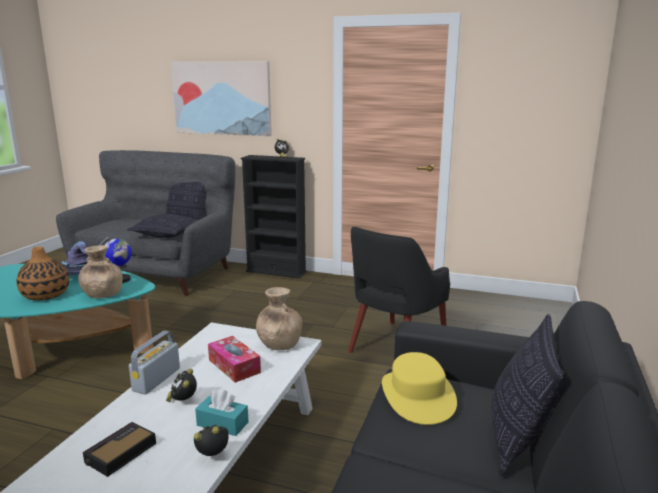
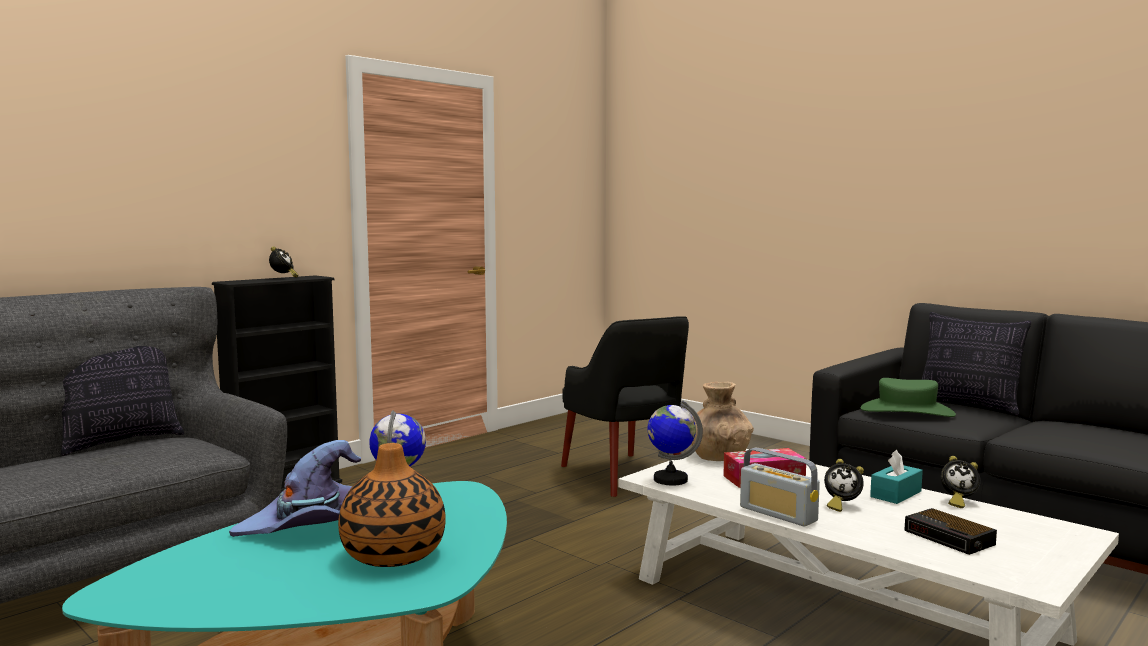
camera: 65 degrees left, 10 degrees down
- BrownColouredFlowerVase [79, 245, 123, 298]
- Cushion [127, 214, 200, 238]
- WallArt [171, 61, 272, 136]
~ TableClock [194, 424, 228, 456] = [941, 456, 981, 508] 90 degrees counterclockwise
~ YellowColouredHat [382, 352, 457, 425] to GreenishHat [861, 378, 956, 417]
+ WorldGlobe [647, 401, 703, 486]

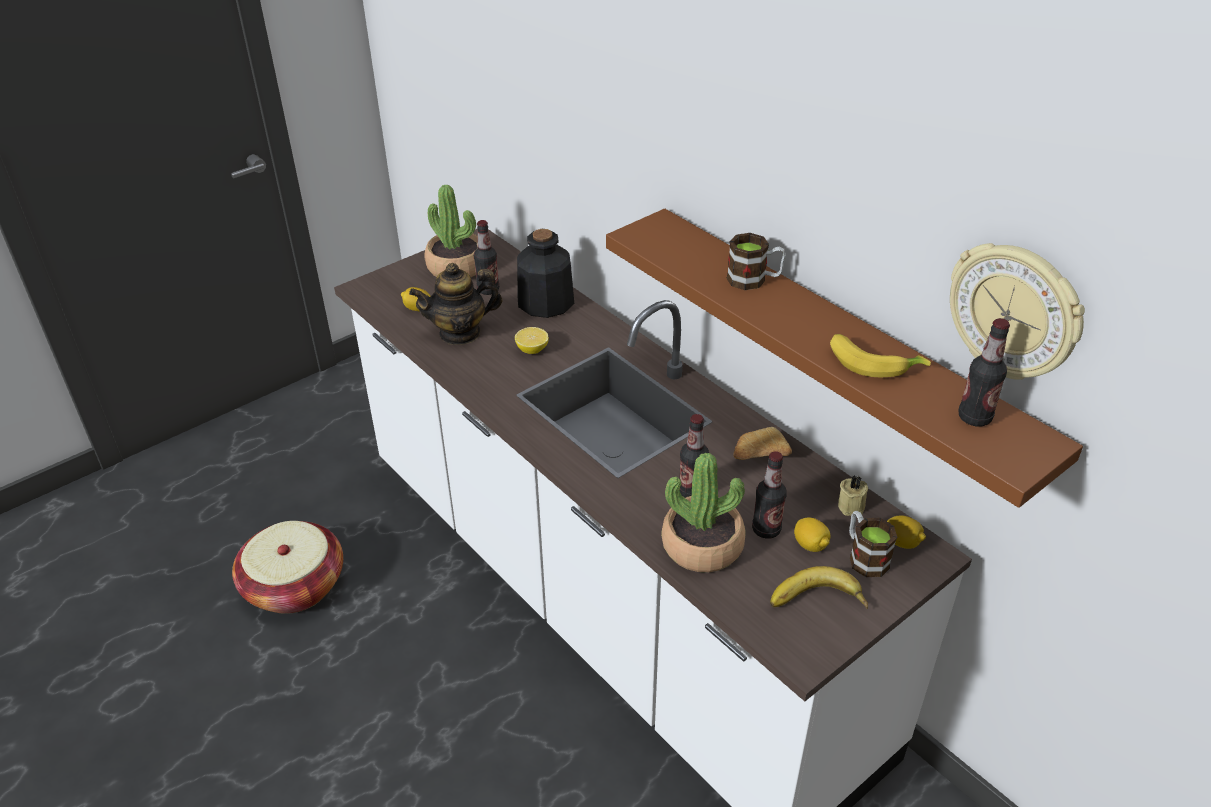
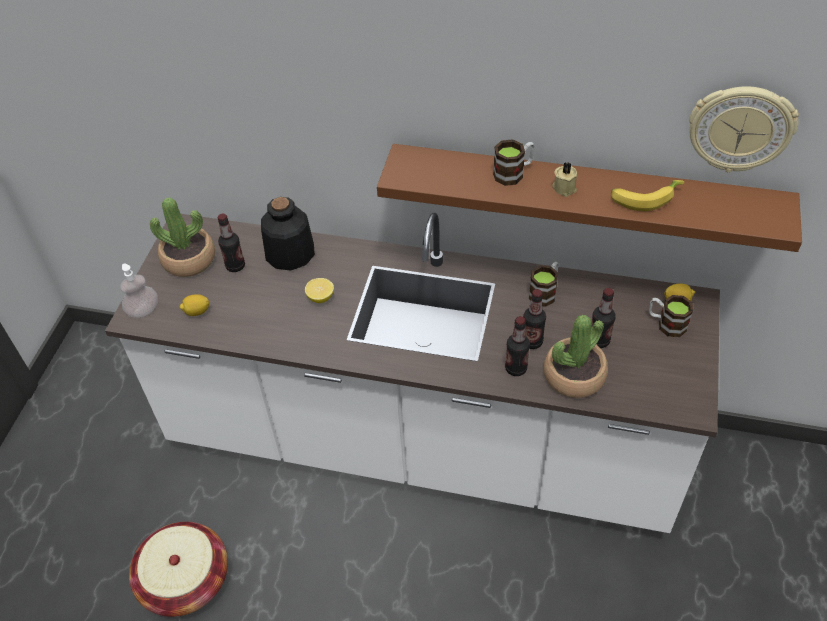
camera: 35 degrees left, 10 degrees up
- TeaPot [409, 263, 502, 345]
~ BakedBread [733, 427, 792, 460] to TeaMug [529, 262, 559, 307]
- Banana [770, 566, 868, 608]
- CitrusFruit [794, 517, 830, 552]
~ BeigeColouredWaxCandle [838, 475, 868, 516] to [552, 162, 577, 197]
~ Bottle [958, 318, 1010, 426] to [505, 316, 530, 376]
+ LiquidSoapBottle [120, 263, 158, 318]

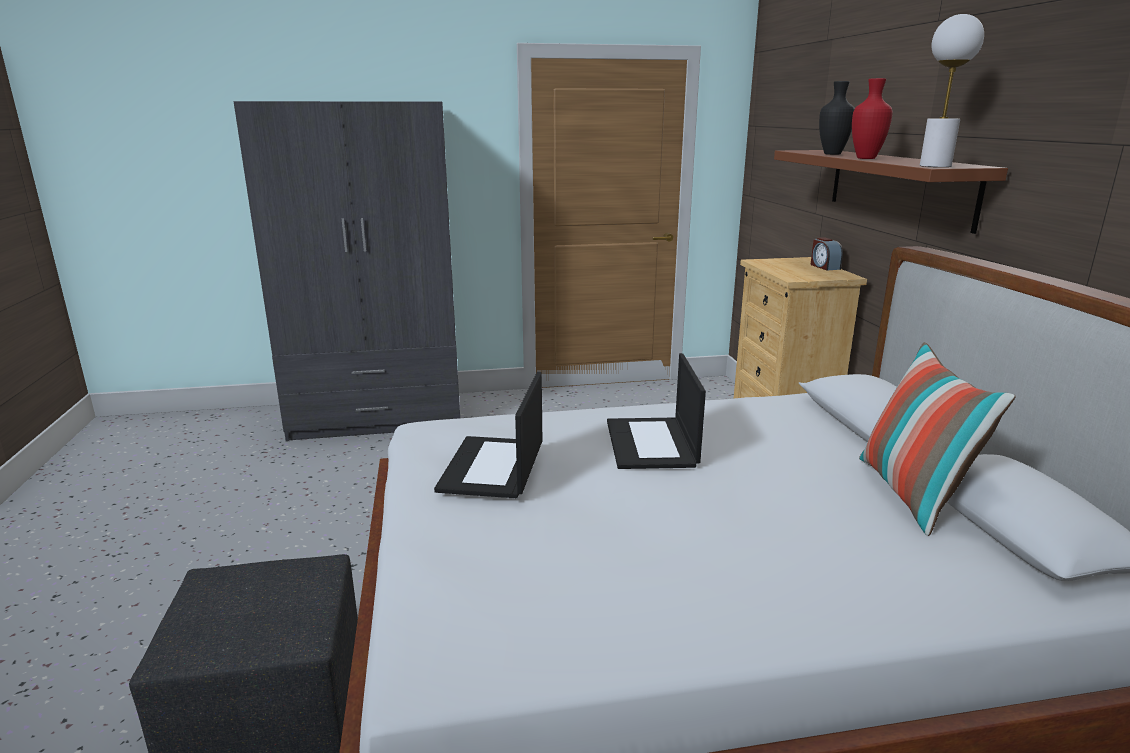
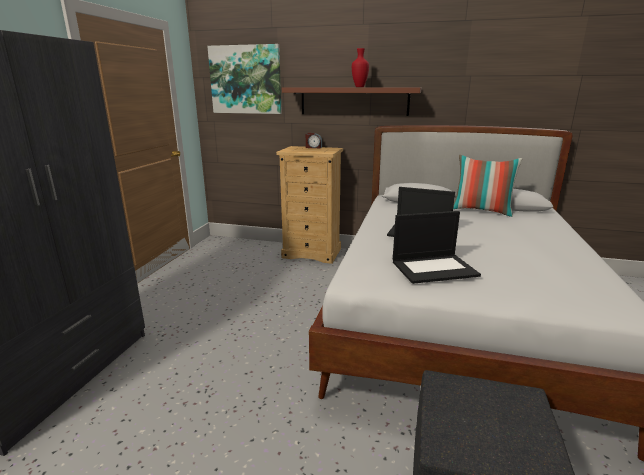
camera: 65 degrees left, 0 degrees up
~ PortableComputer [434, 372, 542, 498] = [393, 211, 481, 284] 45 degrees counterclockwise
- BlackColouredFlowerVase [819, 81, 855, 155]
- WhiteLampForATable [920, 14, 984, 167]
+ WallArt [207, 44, 282, 114]

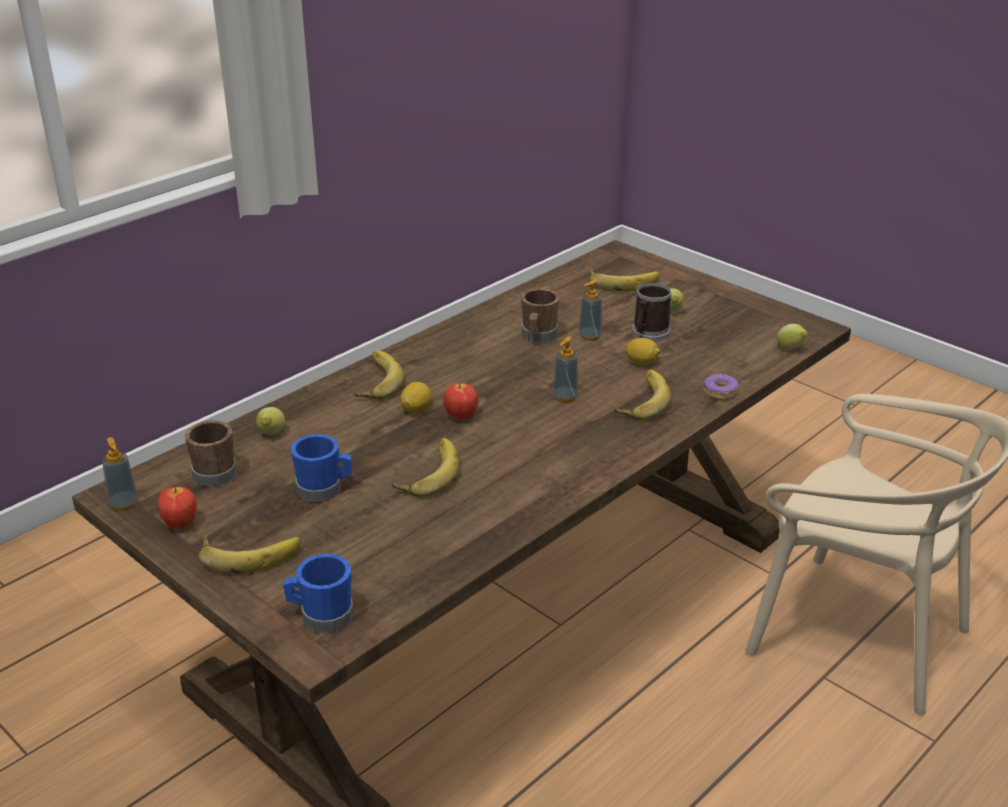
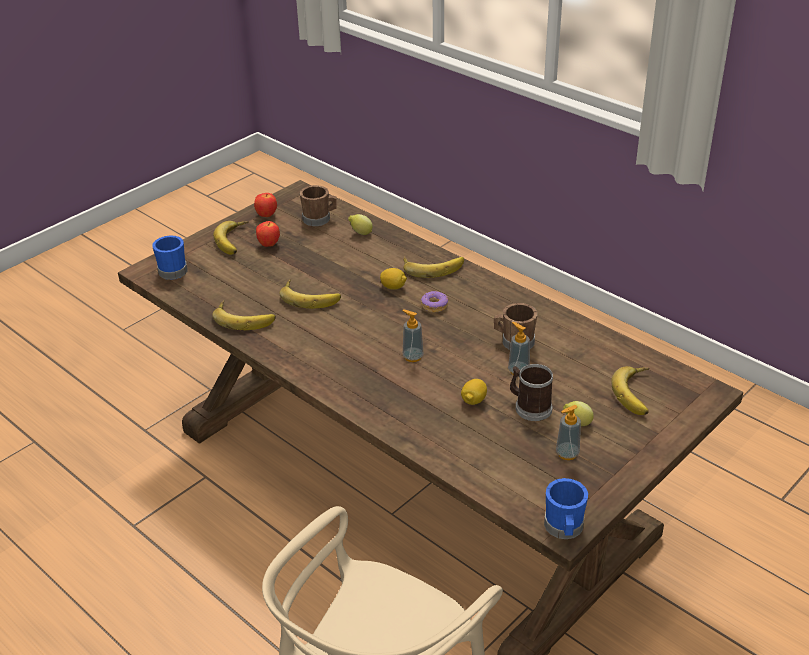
camera: 90 degrees right, 5 degrees up
~ LiquidSoapBottle [102, 437, 138, 511] to [556, 405, 581, 460]
~ BluishTeaMug [291, 434, 352, 502] to [544, 478, 588, 539]
~ AppleFruit [443, 382, 478, 420] to [256, 221, 280, 247]
~ Banana [615, 370, 671, 421] to [212, 300, 276, 330]
~ Doughnut [703, 373, 739, 400] to [421, 291, 448, 313]
- CitrusFruit [777, 324, 807, 350]

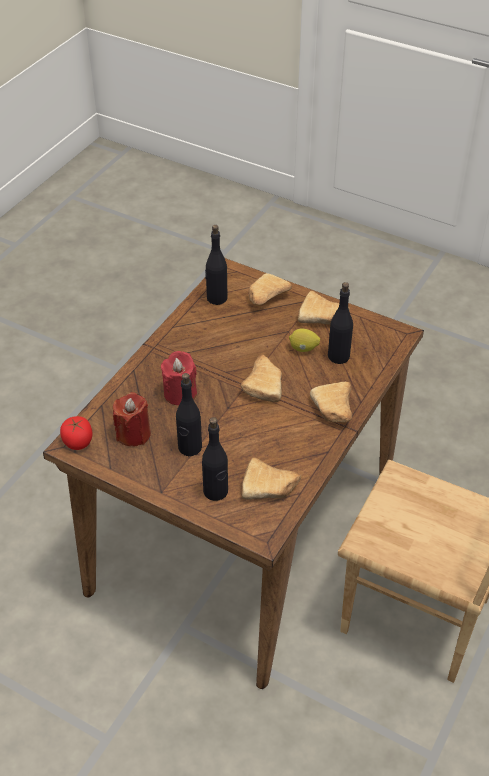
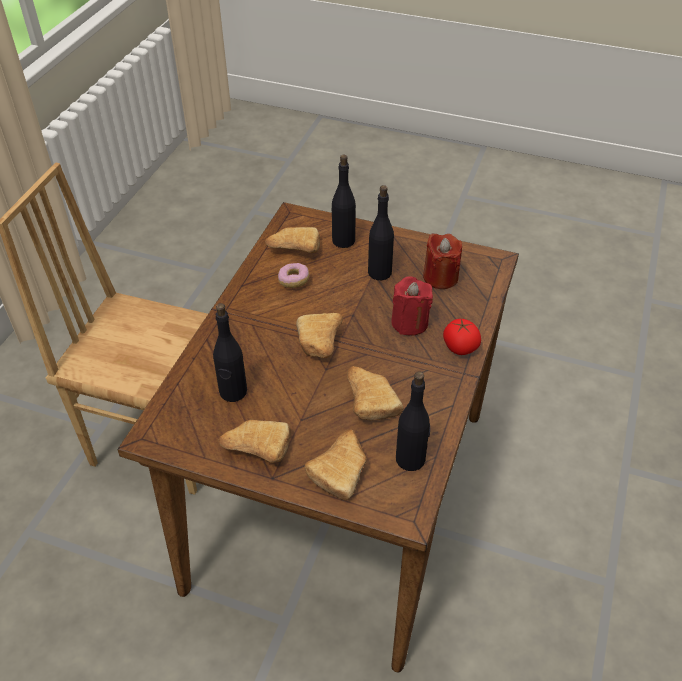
camera: 170 degrees right, 0 degrees up
~ WholeTomato [60, 416, 92, 450] to [443, 319, 481, 355]
- CitrusFruit [289, 329, 320, 352]
~ BakedBread [310, 382, 352, 423] to [347, 366, 403, 420]
+ Doughnut [278, 263, 309, 288]

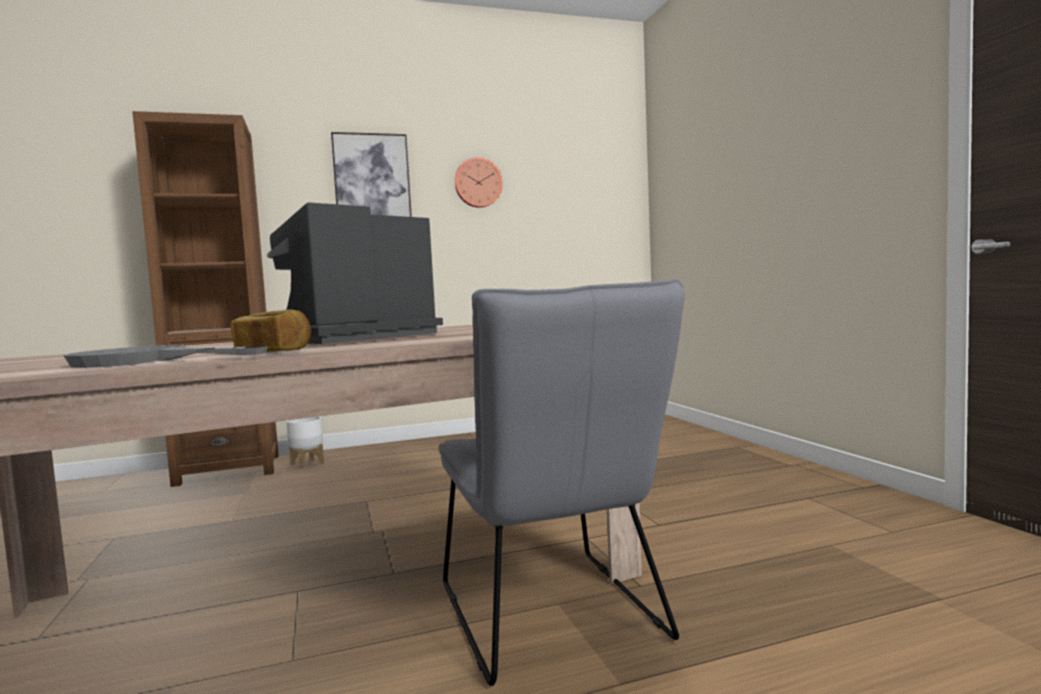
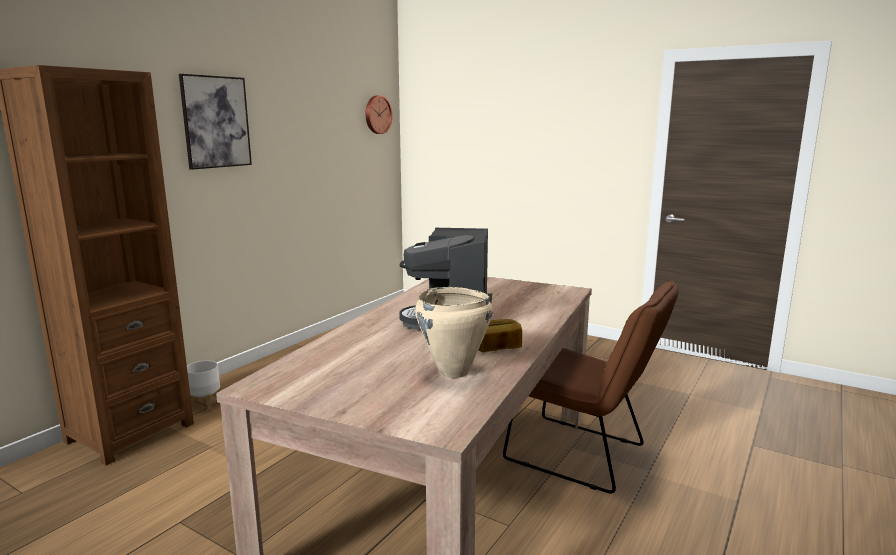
camera: 40 degrees left, 10 degrees up
~ GreyPan [63, 345, 268, 368] to BeigeColouredCookingPot [415, 287, 493, 378]
~ GreyChair [439, 279, 685, 686] to BrownColouredChair [503, 280, 679, 494]
~ WallClock [454, 157, 503, 208] to [365, 95, 392, 134]

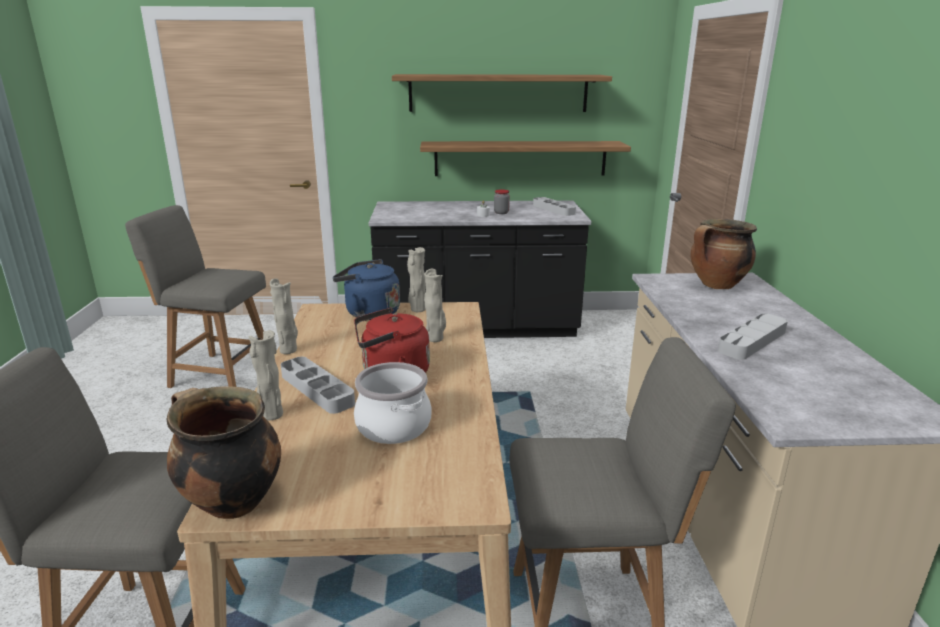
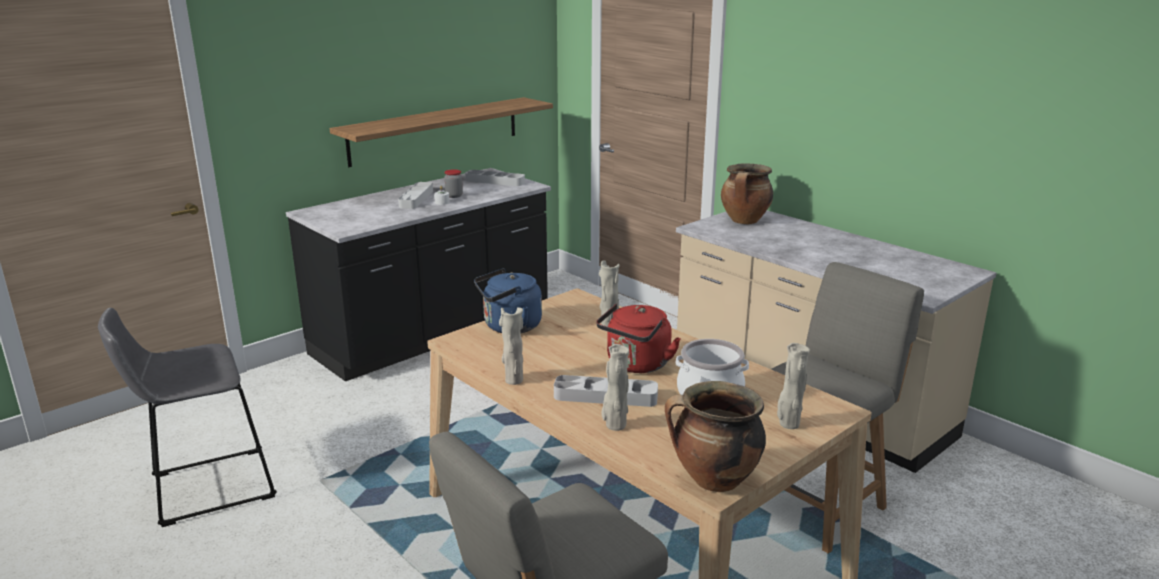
camera: 40 degrees left, 0 degrees up
~ GreyChair [125, 205, 266, 388] to GreyStool [98, 308, 277, 527]
- BracketShelf [392, 74, 612, 112]
~ BeigeColouredFlowerVase [407, 247, 425, 312] to [777, 343, 810, 429]
~ GreyCarryingTray [718, 313, 788, 360] to [398, 182, 433, 209]

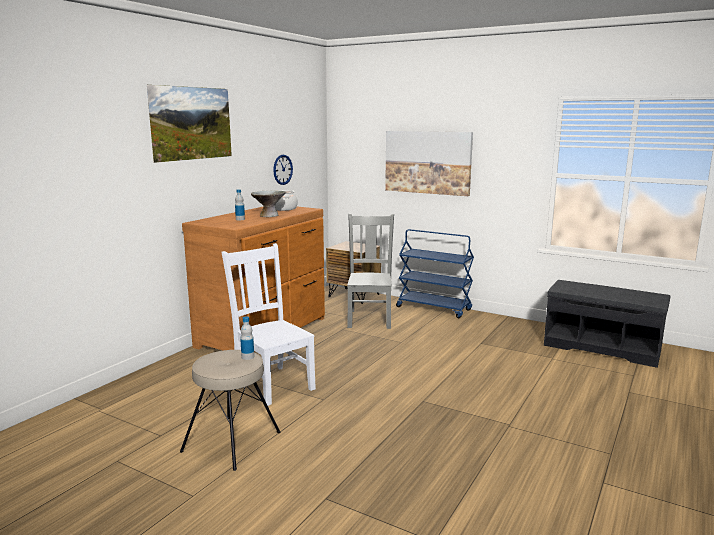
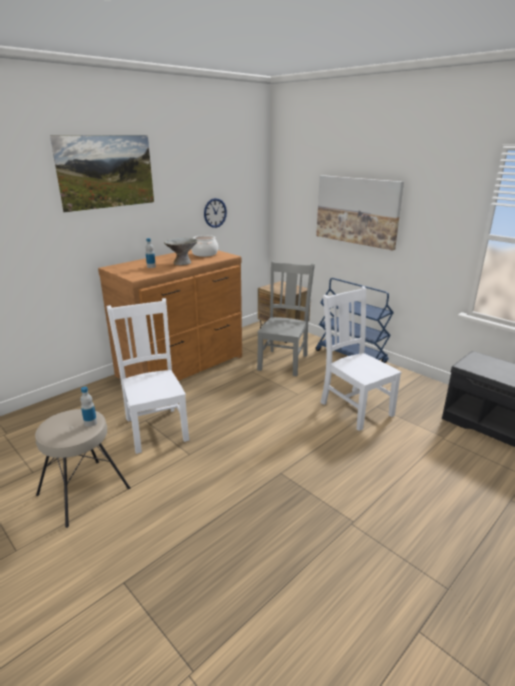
camera: 15 degrees right, 10 degrees up
+ WhiteChair [320, 286, 402, 431]

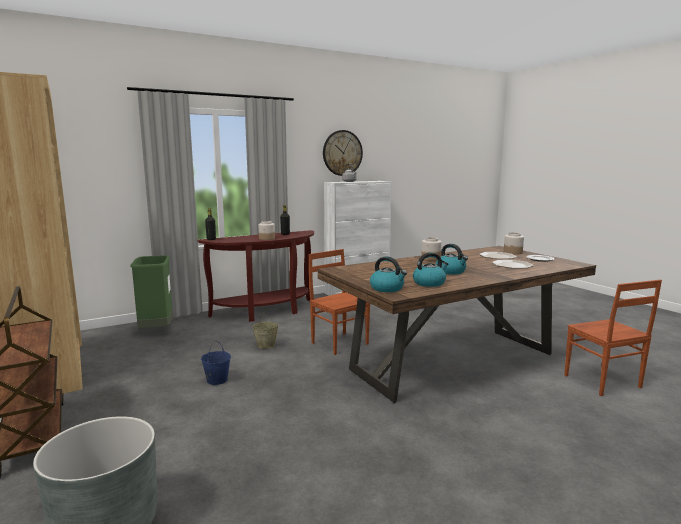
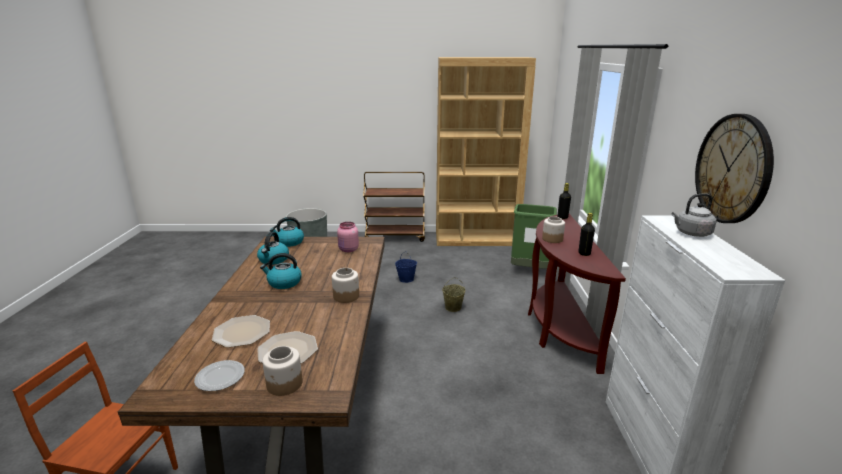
camera: 120 degrees right, 10 degrees up
- BrownColouredChair [309, 249, 370, 355]
+ PinkishPreserveJar [337, 222, 359, 252]

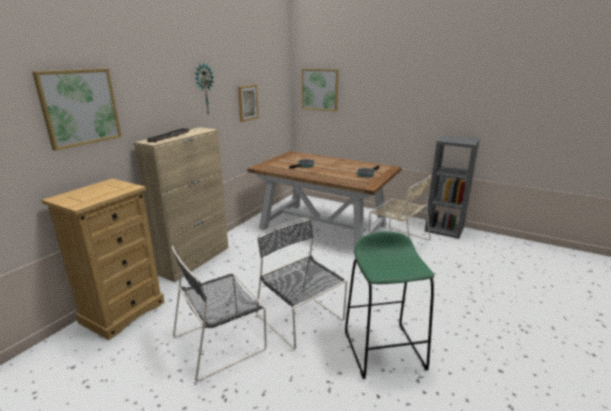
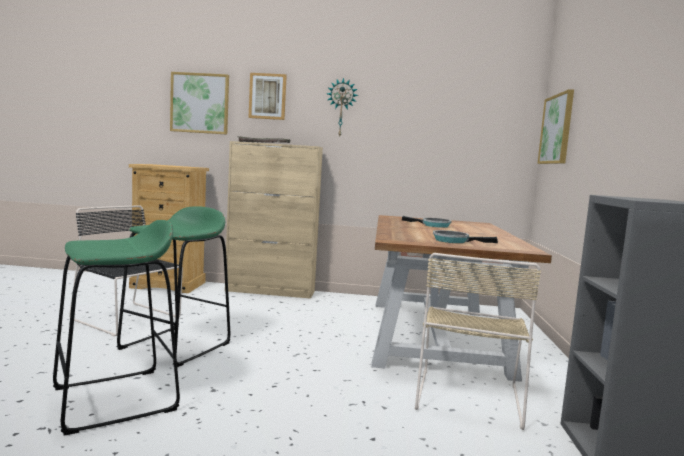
camera: 65 degrees right, 15 degrees down
~ WallArt [238, 85, 259, 122] to [249, 73, 287, 120]
~ BlackColouredChair [256, 217, 347, 349] to GreenishStool [117, 206, 230, 367]

